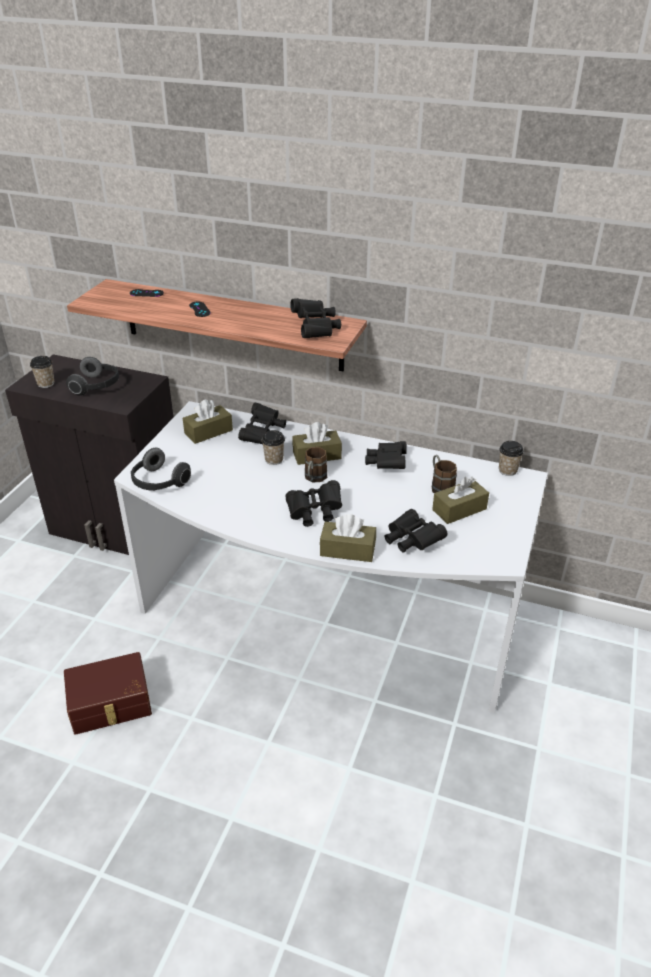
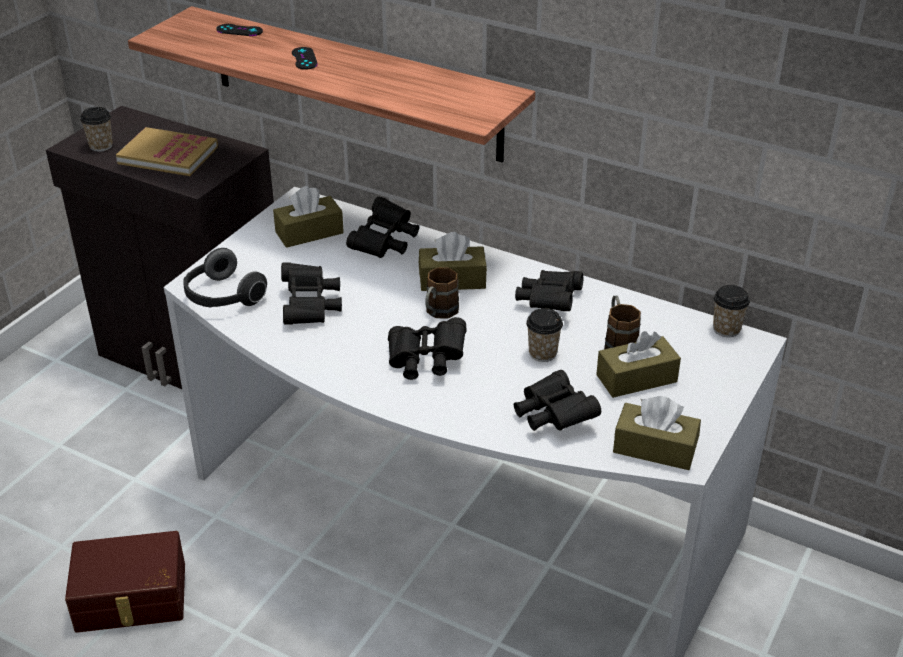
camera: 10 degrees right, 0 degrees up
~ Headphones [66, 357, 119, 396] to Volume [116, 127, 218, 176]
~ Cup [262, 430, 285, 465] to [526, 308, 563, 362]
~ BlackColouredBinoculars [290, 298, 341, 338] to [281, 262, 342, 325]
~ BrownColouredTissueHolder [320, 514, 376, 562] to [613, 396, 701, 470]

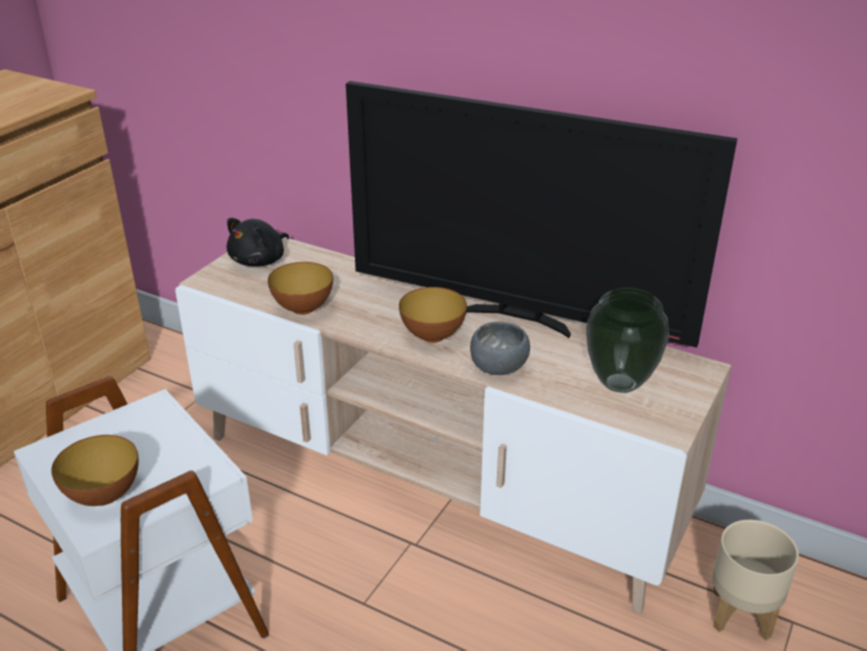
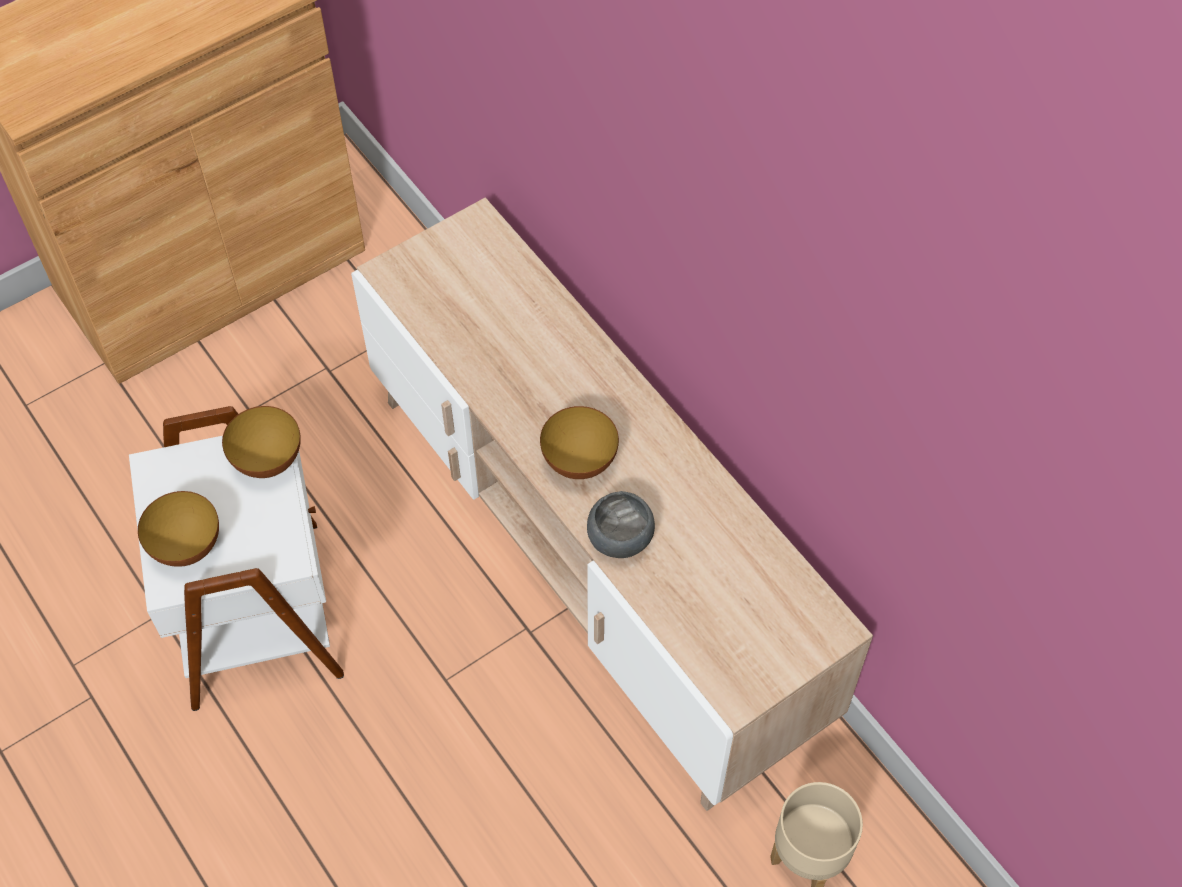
camera: 25 degrees right, 25 degrees up
- BlackColouredPlushToy [227, 218, 289, 266]
~ DeepDish [268, 262, 333, 315] to [222, 406, 301, 478]
- Tv [346, 81, 738, 348]
- FlowerVase [586, 287, 669, 393]

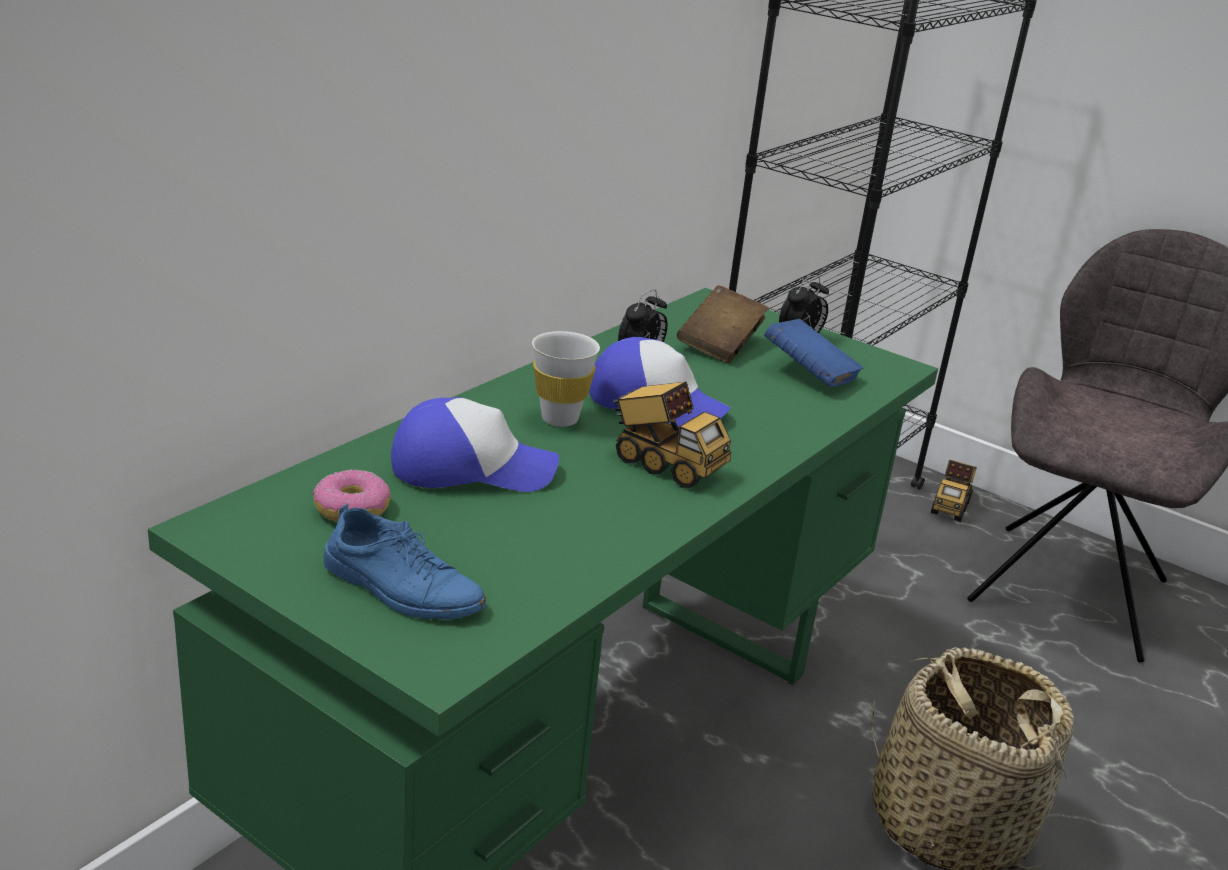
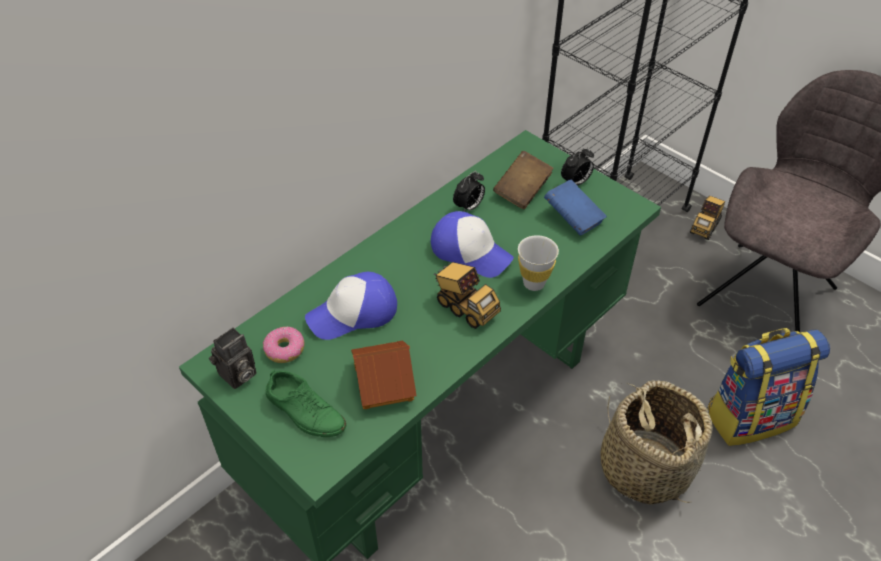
camera: 10 degrees right, 20 degrees up
~ BluishLowShoe [323, 503, 486, 620] to GreenishLowShoe [266, 369, 346, 437]
~ Cap [391, 397, 559, 492] = [305, 272, 397, 340] 150 degrees clockwise
~ WhiteCup [532, 331, 600, 427] to [518, 235, 559, 291]
+ PhotoCamera [209, 327, 257, 389]
+ ModelHouse [351, 341, 417, 409]
+ Knapsack [707, 328, 830, 446]

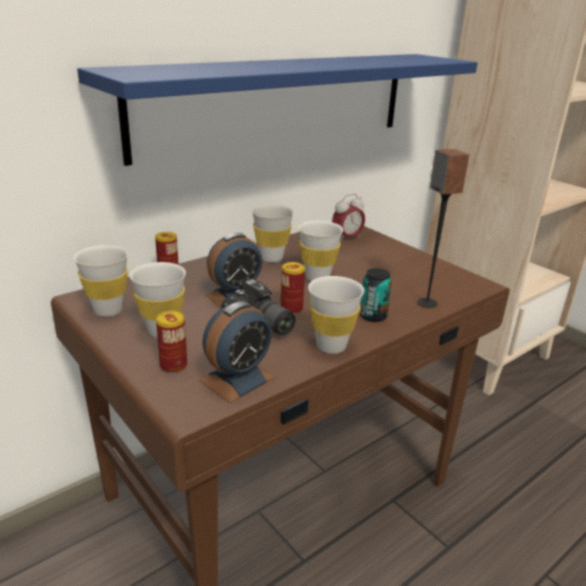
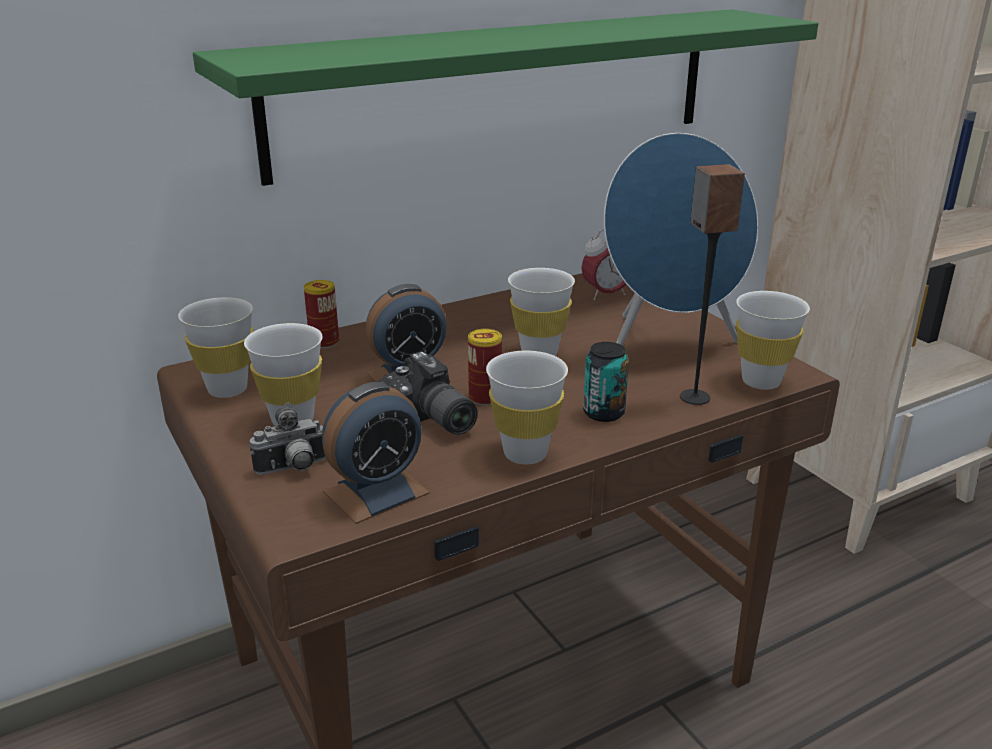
camera: 10 degrees right, 0 degrees up
~ BluishBracketShelf [77, 54, 478, 166] to GreenishBracketShelf [193, 9, 819, 186]
~ MetalCan [156, 311, 187, 373] to PhotoCamera [250, 402, 326, 475]
~ WhiteCup [252, 204, 294, 263] to [736, 291, 810, 390]
+ BluishLoudspeaker [604, 133, 758, 346]

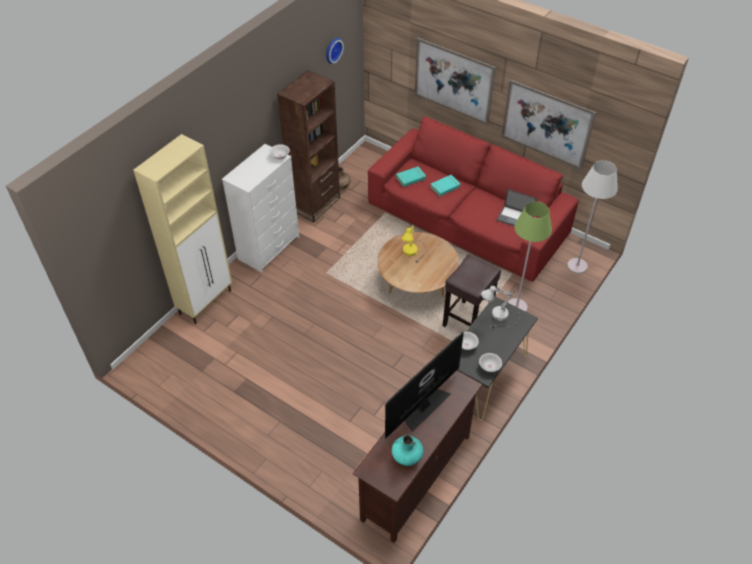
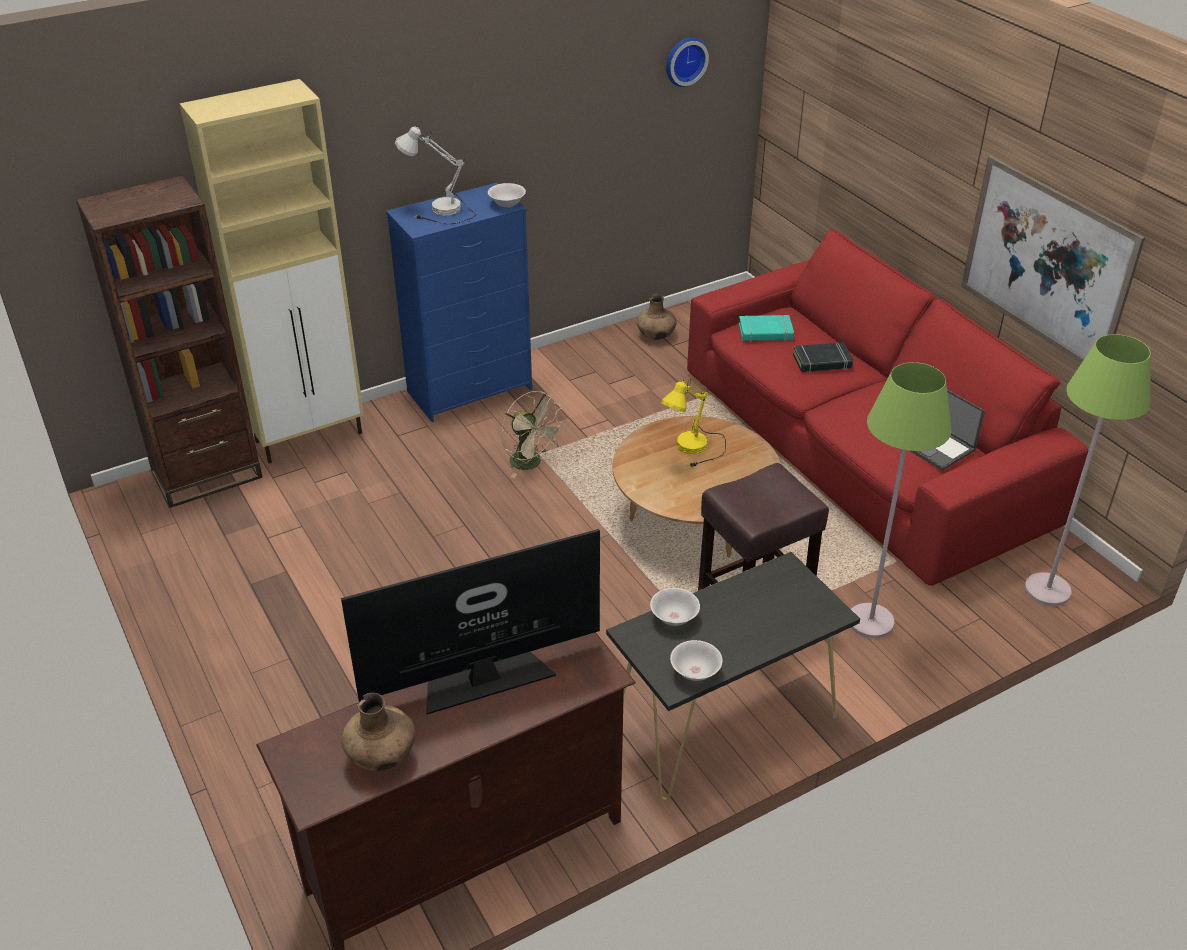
camera: 25 degrees right, 10 degrees down
~ WhiteChestOfDrawers [222, 144, 299, 272] to BluishChestOfDrawers [386, 183, 532, 422]
~ BrownColouredBookcase [277, 70, 340, 222] to [76, 175, 263, 508]
~ BlueGreenFlowerVase [392, 435, 423, 466] to BrownColouredFlowerVase [341, 693, 415, 771]
- WallArt [415, 38, 496, 125]
~ BlueGreenVolume [430, 175, 461, 196] to BlackColouredVolume [793, 342, 853, 373]
~ WhiteLampForATable [481, 286, 520, 328] to [394, 126, 476, 224]
~ WhiteFloorLamp [567, 160, 618, 274] to GreenishFloorLamp [1025, 334, 1151, 606]
+ BeigeColouredElectricFan [501, 391, 565, 478]

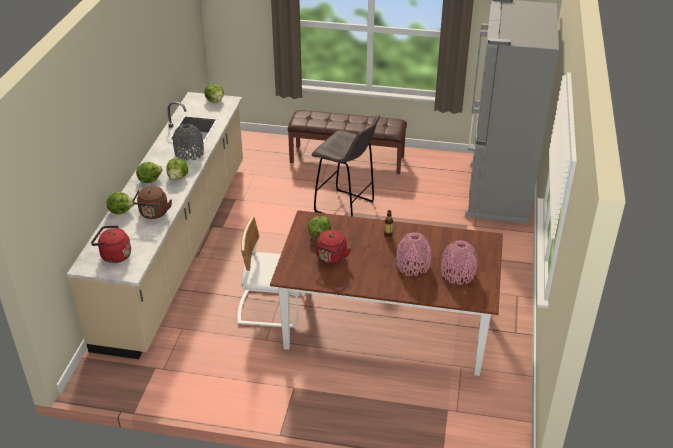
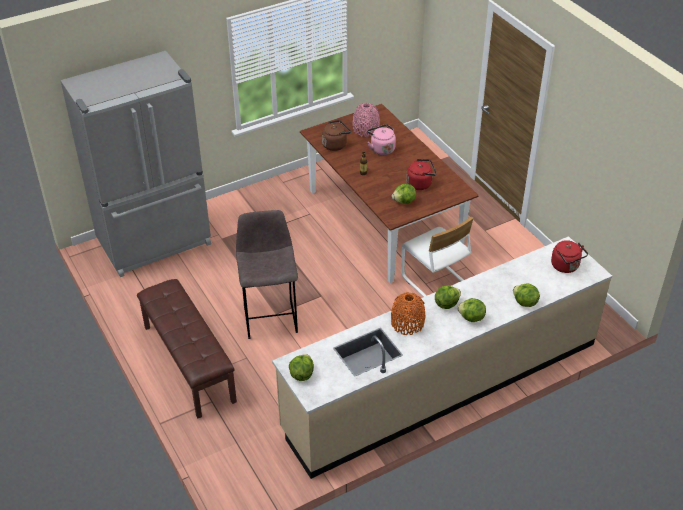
camera: 130 degrees left, 5 degrees up
~ BrownColouredKettle [133, 186, 172, 219] to [322, 120, 351, 151]
~ GreyFlowerVase [172, 124, 204, 160] to OrangeFlowerVase [391, 292, 425, 335]
~ PinkishFlowerVase [396, 232, 431, 276] to PinkishKettle [367, 124, 396, 155]

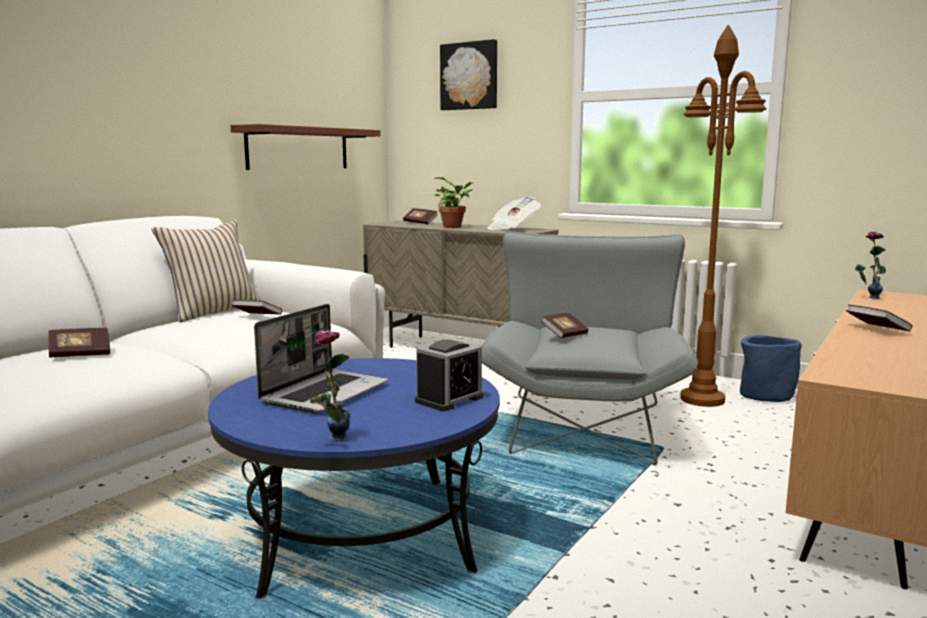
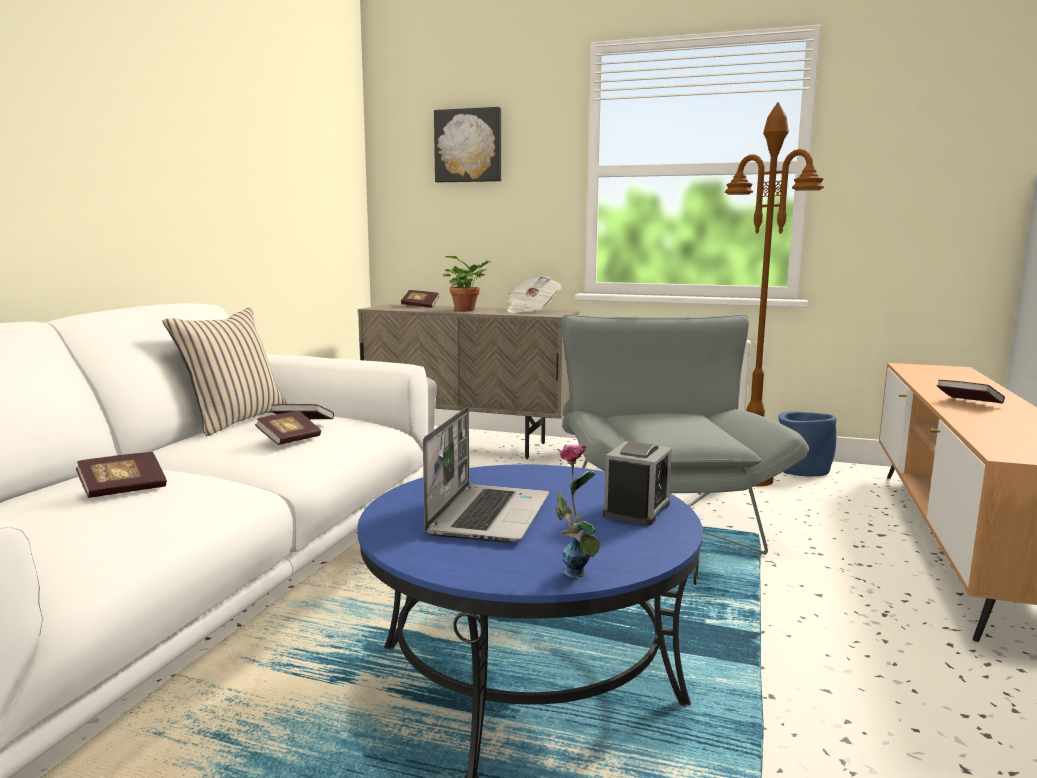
camera: 15 degrees left, 0 degrees up
- BracketShelf [231, 124, 381, 170]
~ Volume [541, 313, 589, 338] to [255, 411, 321, 445]
- FlowerVase [855, 232, 886, 299]

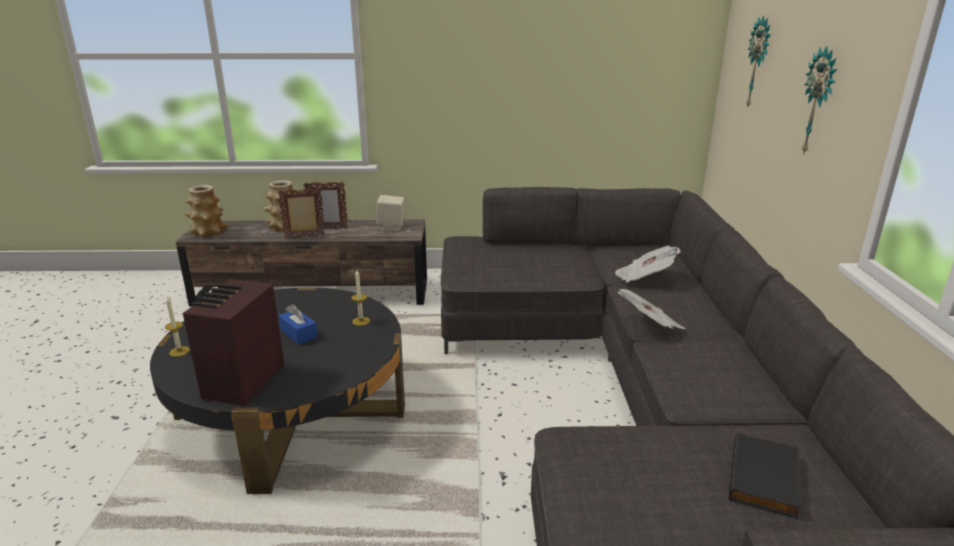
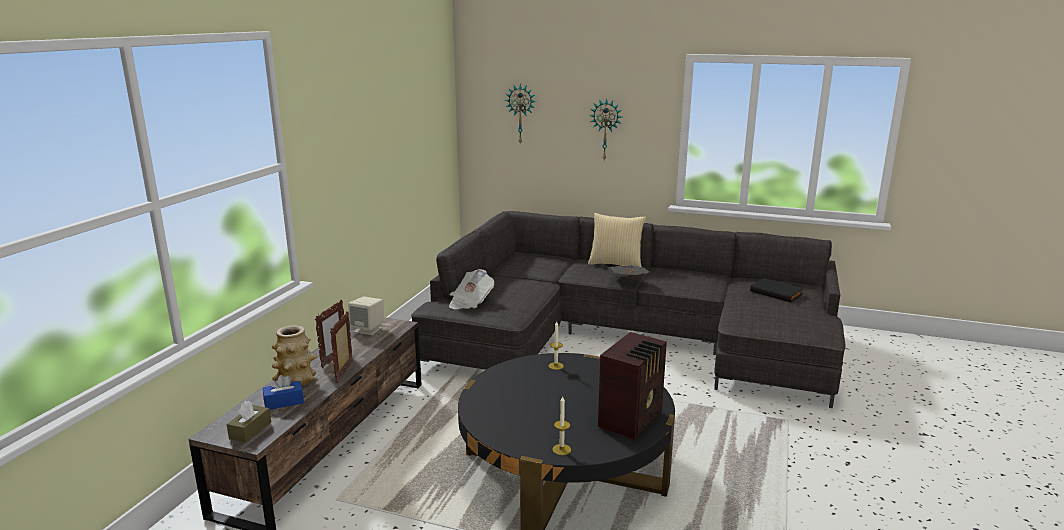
camera: 70 degrees left, 5 degrees down
~ RadioSet [183, 279, 284, 407] = [598, 332, 667, 440] 90 degrees counterclockwise
~ FlowerVase [185, 185, 228, 237] to BrownColouredTissueHolder [226, 400, 271, 443]
~ BluishTissueHolder [278, 304, 318, 344] to [263, 375, 304, 409]
~ DailyPaper [615, 246, 681, 283] to [449, 269, 494, 309]
+ Cushion [588, 213, 647, 267]

